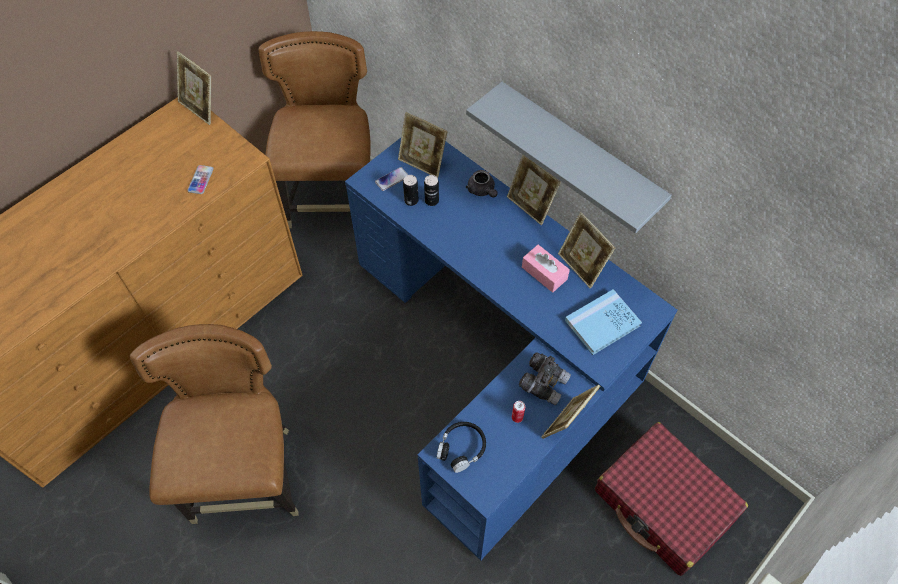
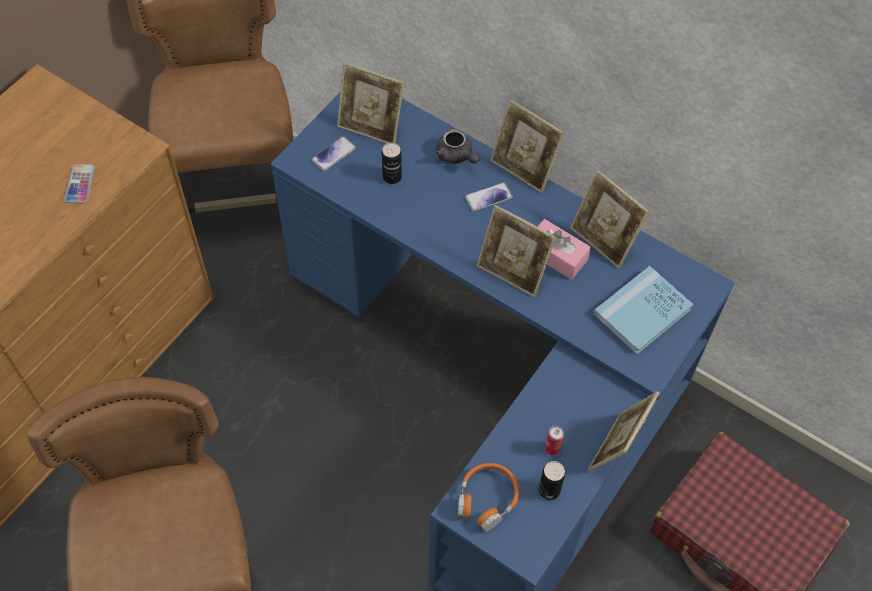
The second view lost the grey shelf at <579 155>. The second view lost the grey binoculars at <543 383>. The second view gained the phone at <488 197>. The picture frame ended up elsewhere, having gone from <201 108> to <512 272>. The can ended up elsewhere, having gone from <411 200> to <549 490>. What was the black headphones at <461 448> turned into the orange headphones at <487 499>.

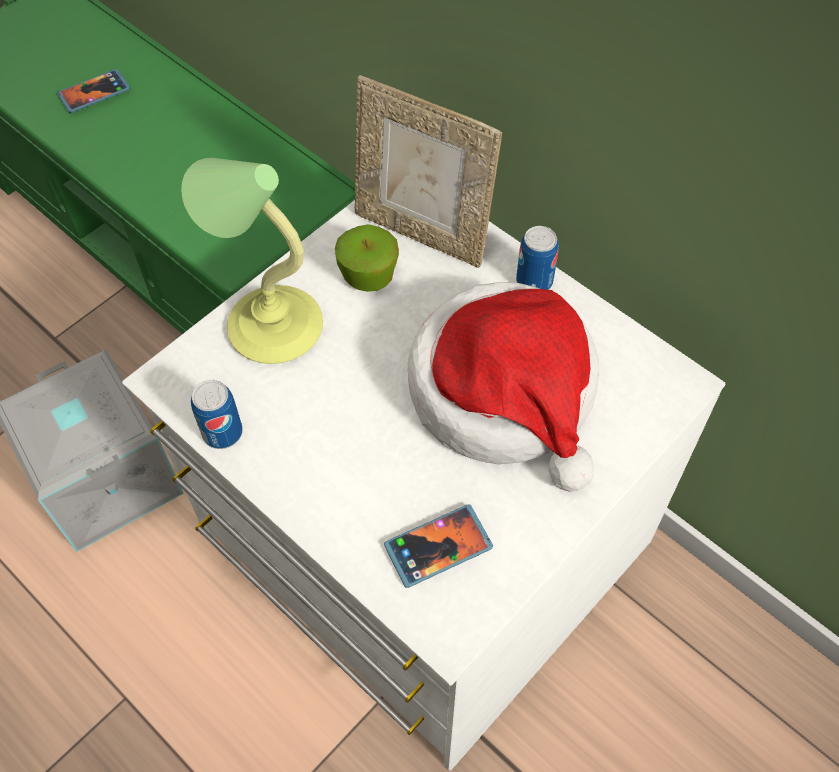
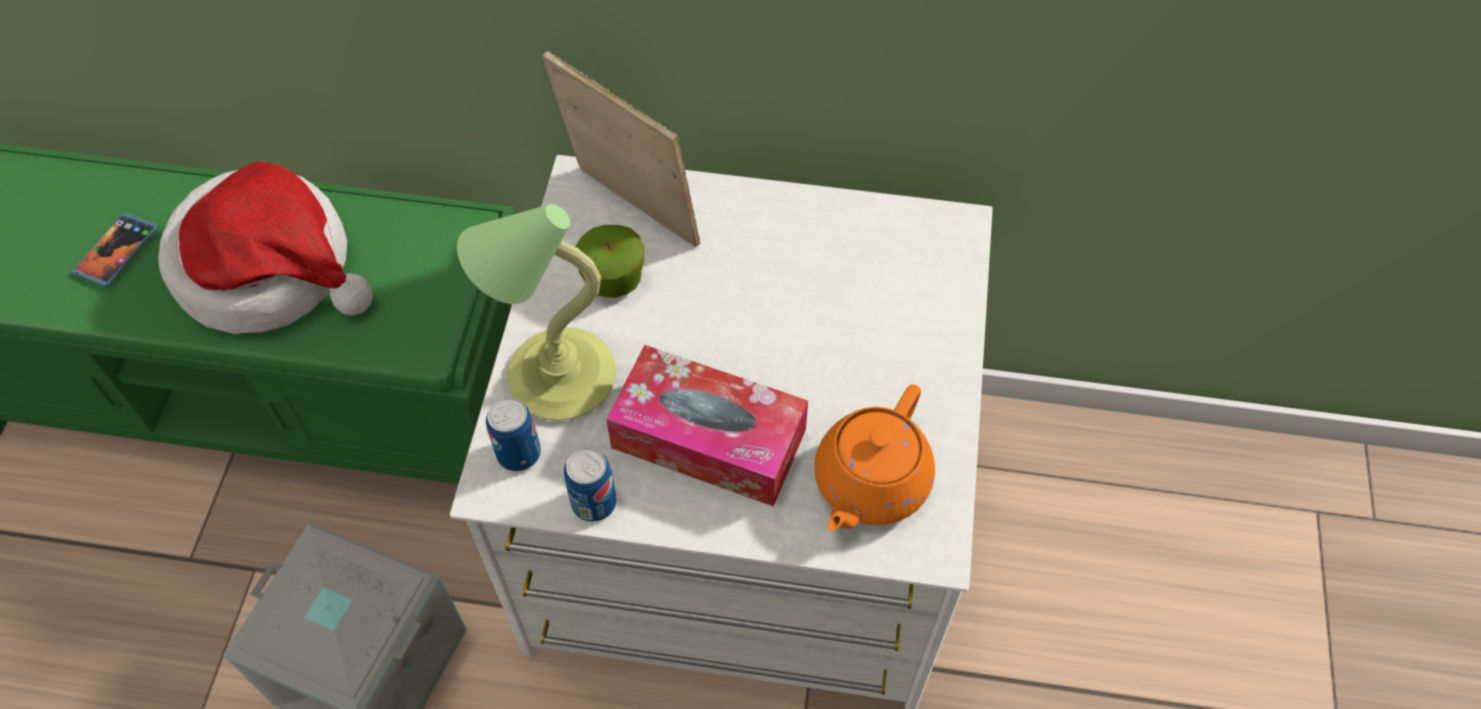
The second view gained the tissue box at <708 439>. The hat ended up elsewhere, having gone from <506 394> to <270 269>. The can ended up elsewhere, having gone from <534 281> to <519 453>. Where the phone stood at <438 547>, the orange teapot came to stand at <870 483>. The picture frame at <422 232> ended up facing another way, 135 degrees counterclockwise from before.

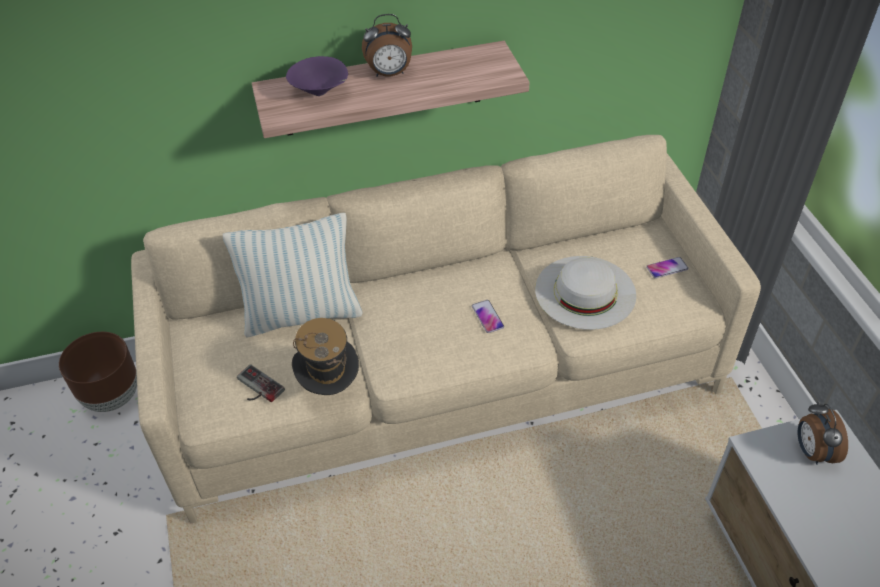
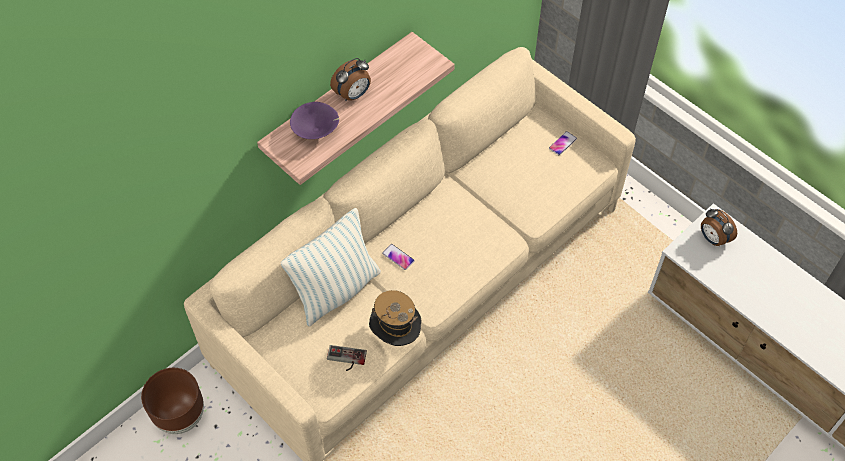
The second view lost the white hat at <585 292>. The phone ended up elsewhere, having gone from <487 317> to <398 257>.

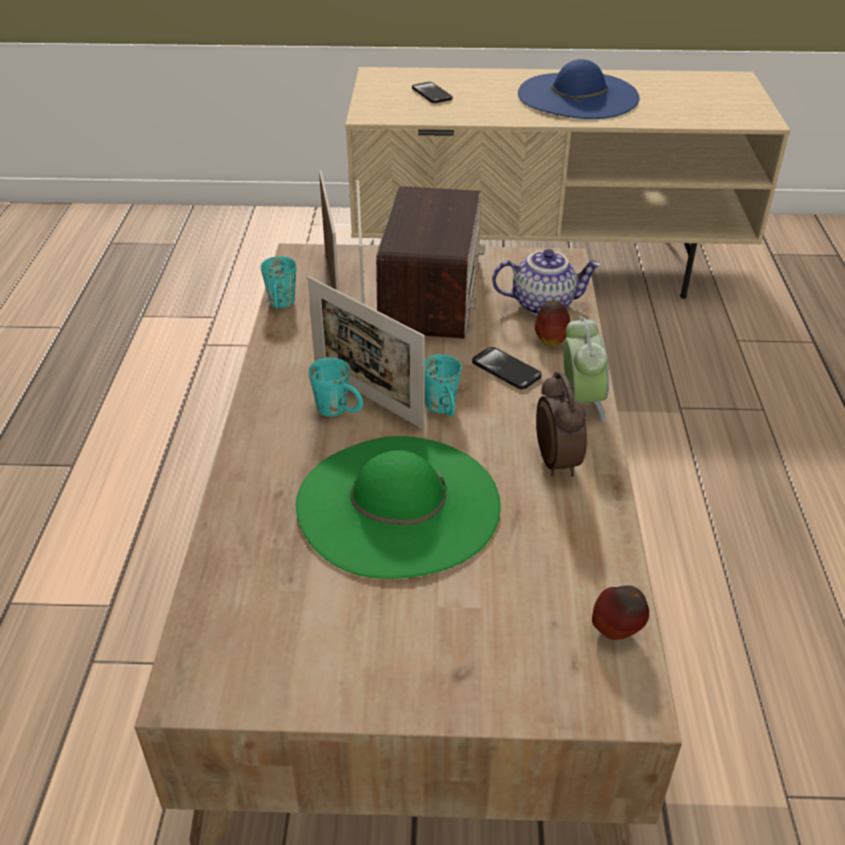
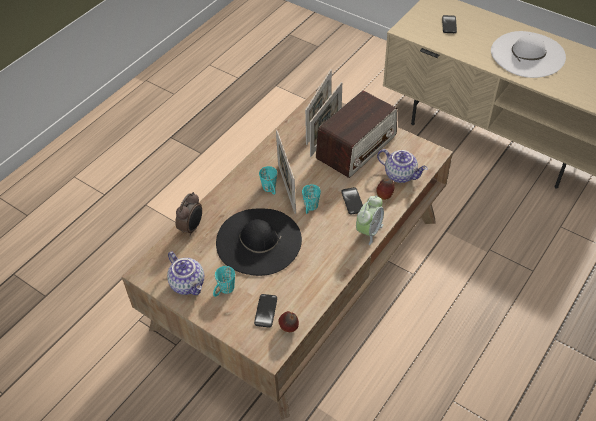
The second view gained the teapot at <188 284>. The second view gained the phone at <266 311>. The turquoise mug ended up elsewhere, having gone from <281 306> to <224 291>. The alarm clock ended up elsewhere, having gone from <558 462> to <192 227>. What was the green hat at <398 504> turned into the black hat at <258 241>. What was the blue hat at <578 96> turned into the white hat at <527 54>.

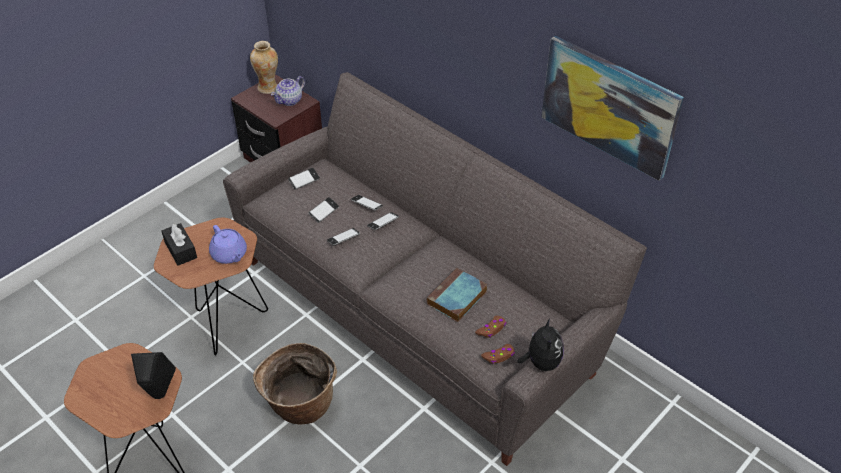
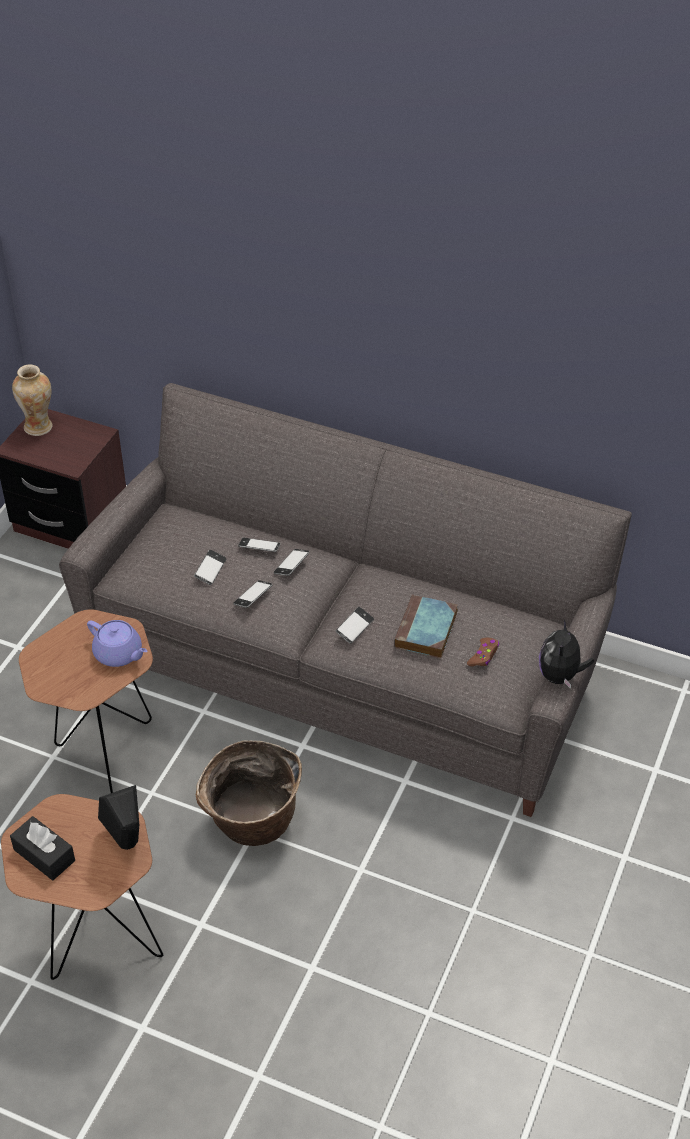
The second view lost the teapot at <290 100>. The second view lost the brown game controller at <499 356>. The second view lost the picture at <609 106>. The black tissue box ended up elsewhere, having gone from <180 250> to <44 855>. The phone ended up elsewhere, having gone from <304 180> to <354 628>. The plush toy at <541 362> ended up facing another way, 150 degrees counterclockwise from before.

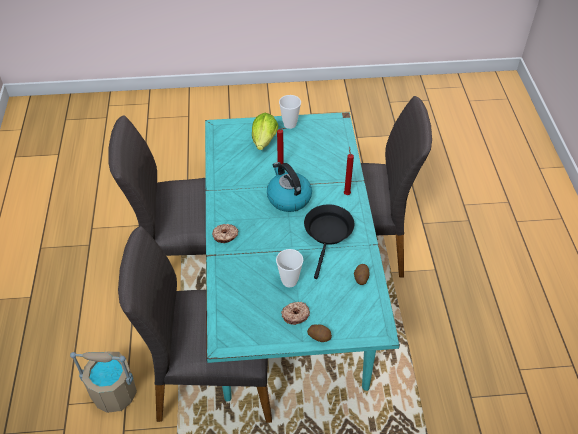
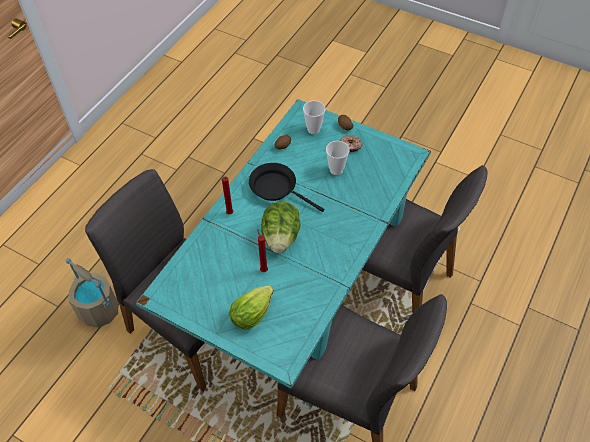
The second view lost the donut at <225 236>. The beige bucket ended up elsewhere, having gone from <114 393> to <99 310>. The cup ended up elsewhere, having gone from <290 124> to <313 129>. Where the kettle stood at <288 198>, the lettuce came to stand at <281 237>. The black frying pan at <328 234> ended up facing another way, 75 degrees clockwise from before.

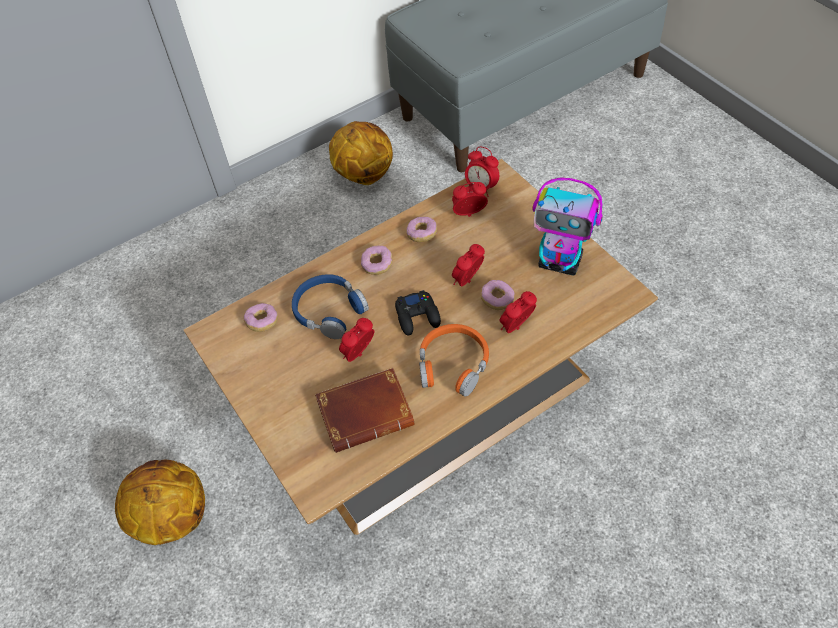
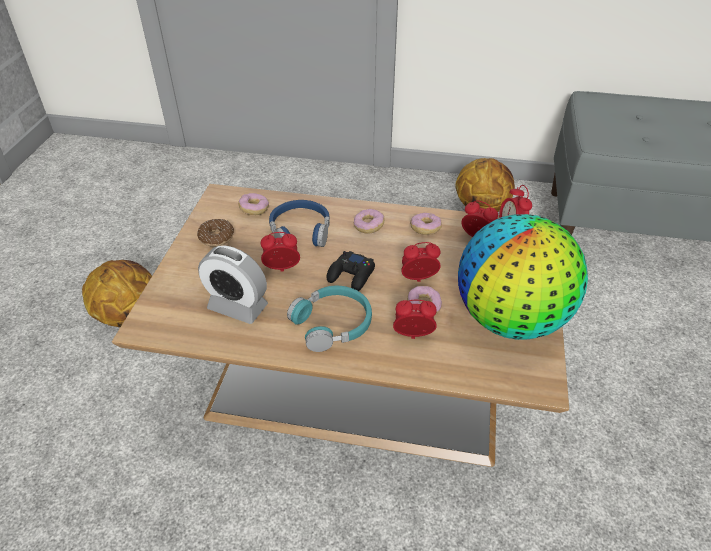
The second view gained the donut at <216 237>. Where the brown book stood at <367 412>, the alarm clock came to stand at <237 307>. Where the toy robot stood at <561 262>, the globe came to stand at <511 319>. What was the orange headphones at <453 364> turned into the turquoise headphones at <332 324>.

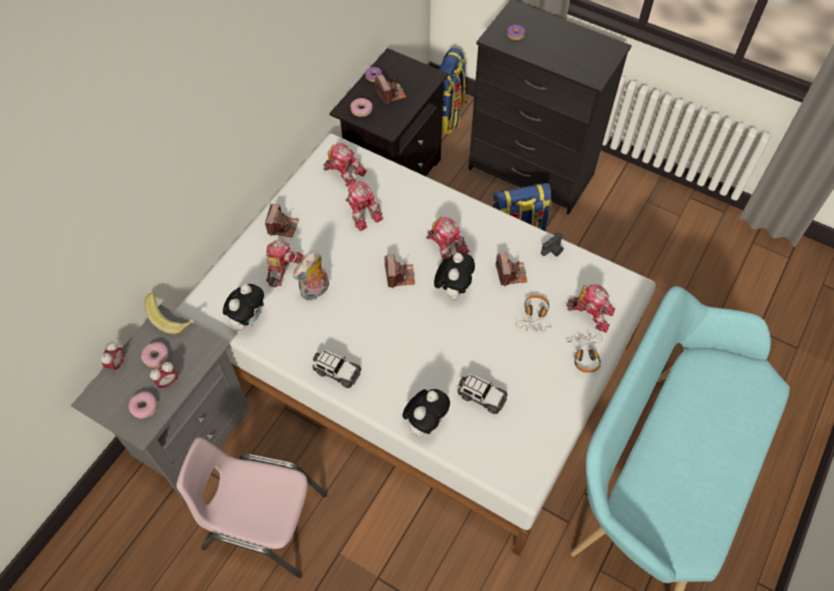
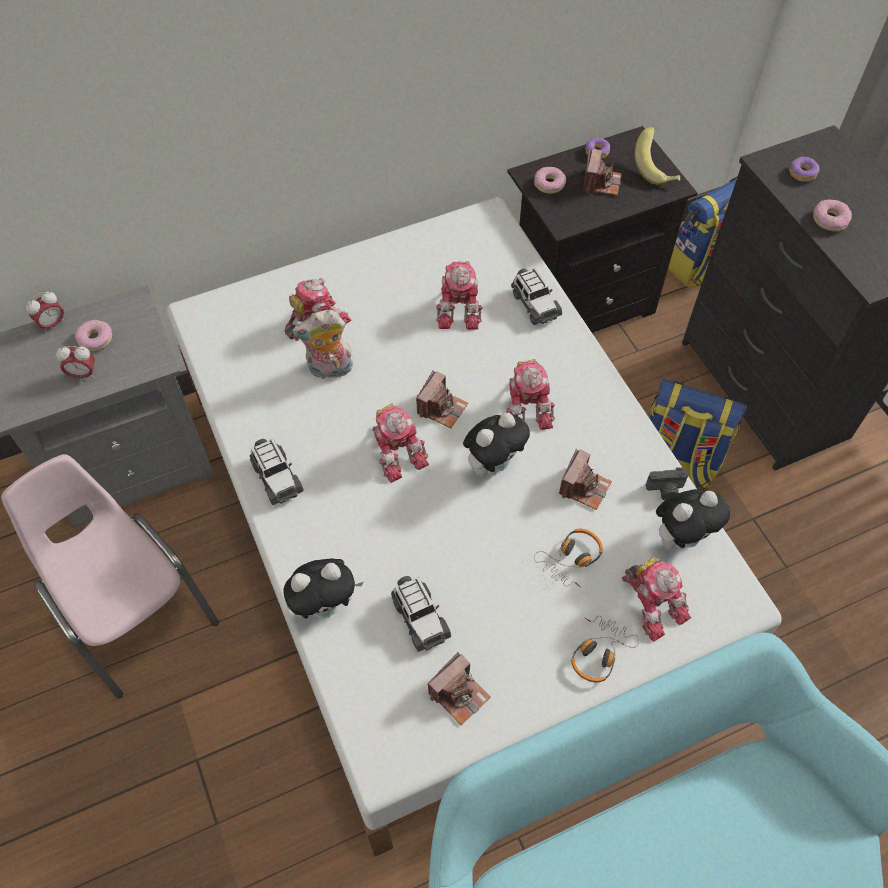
The second view gained the toy car at <534 304>. The donut ended up elsewhere, having gone from <144 407> to <830 220>. The banana ended up elsewhere, having gone from <172 319> to <656 169>. The plush toy ended up elsewhere, having gone from <248 320> to <681 537>. The photo camera ended up elsewhere, having gone from <282 226> to <459 694>. The toy robot ended up elsewhere, having gone from <344 173> to <397 450>.

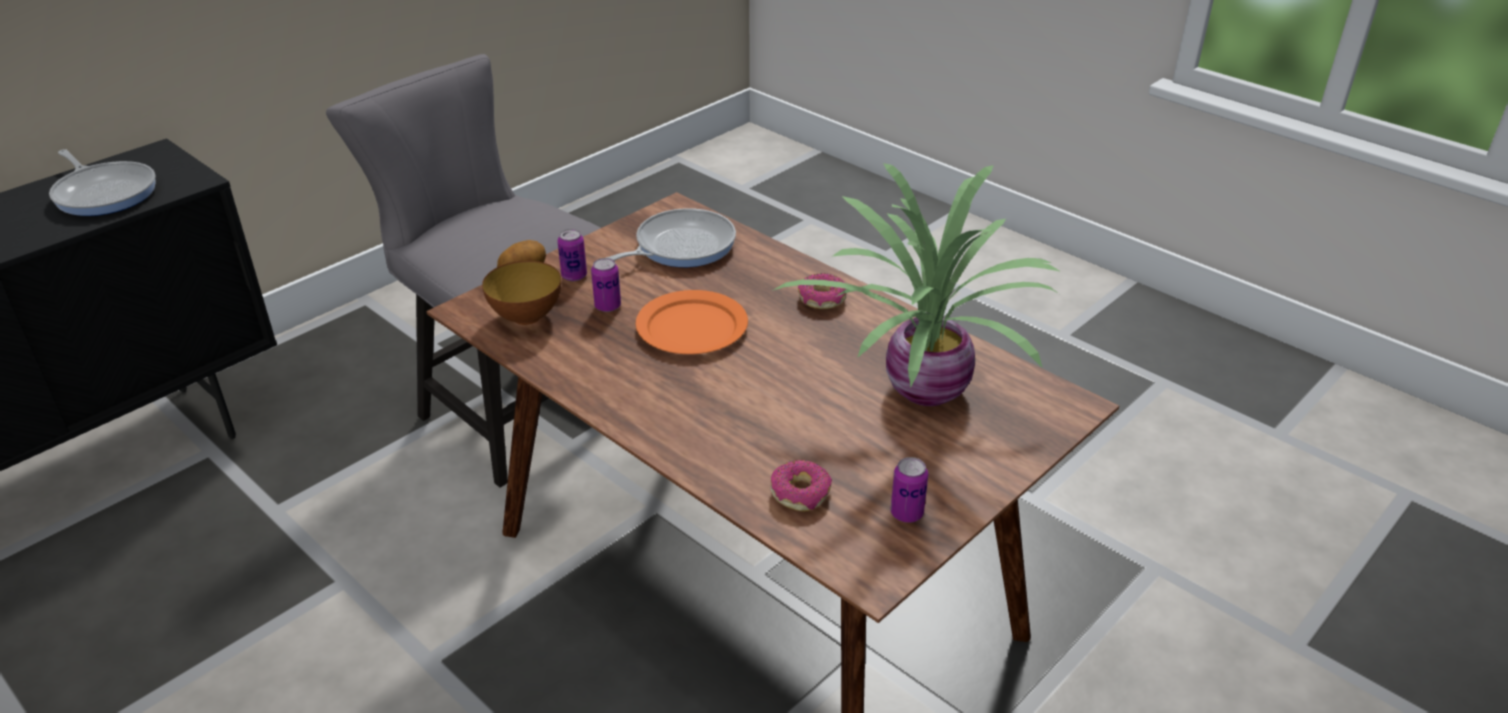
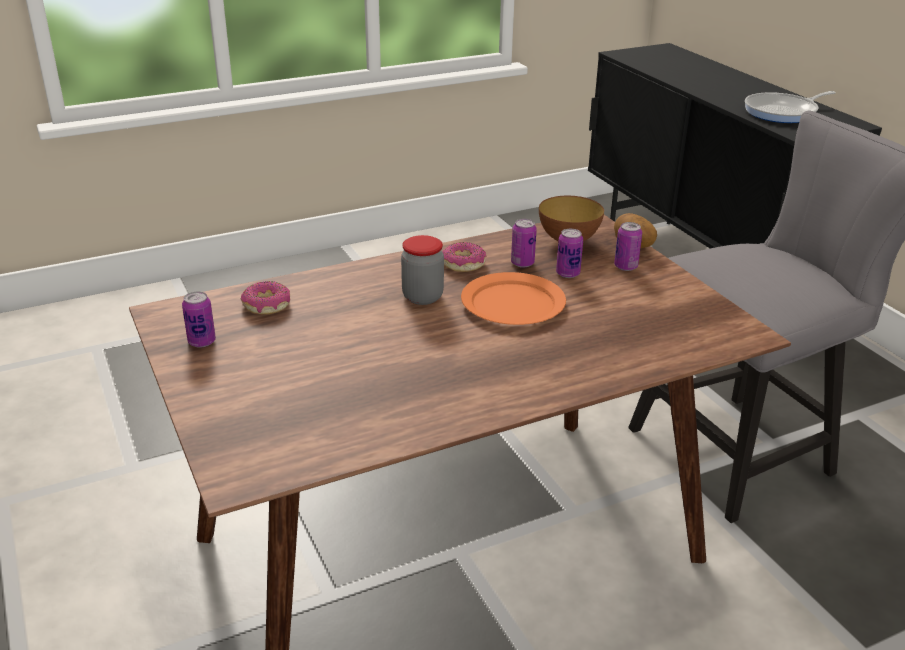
The second view lost the frying pan at <680 246>. The second view lost the potted plant at <922 388>. The second view gained the jar at <422 297>. The second view gained the can at <522 263>. The donut ended up elsewhere, having gone from <821 299> to <463 264>.

